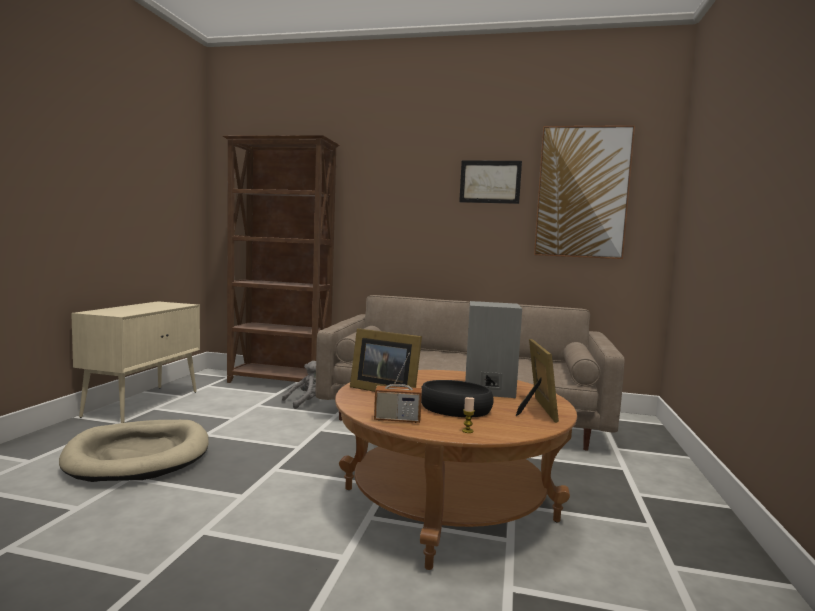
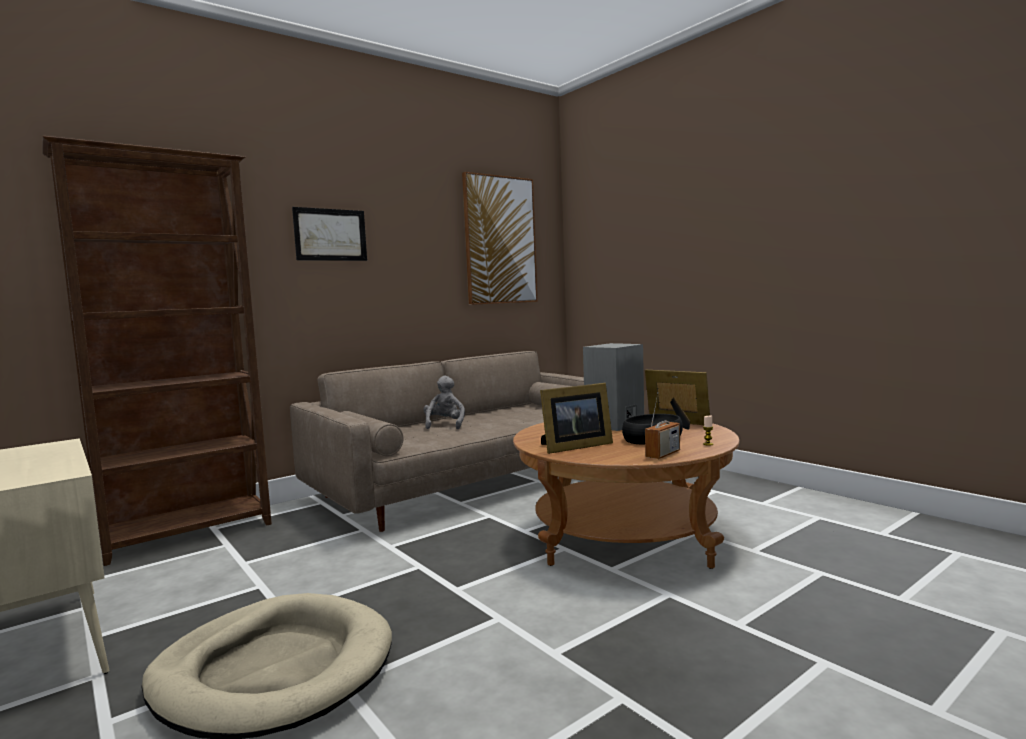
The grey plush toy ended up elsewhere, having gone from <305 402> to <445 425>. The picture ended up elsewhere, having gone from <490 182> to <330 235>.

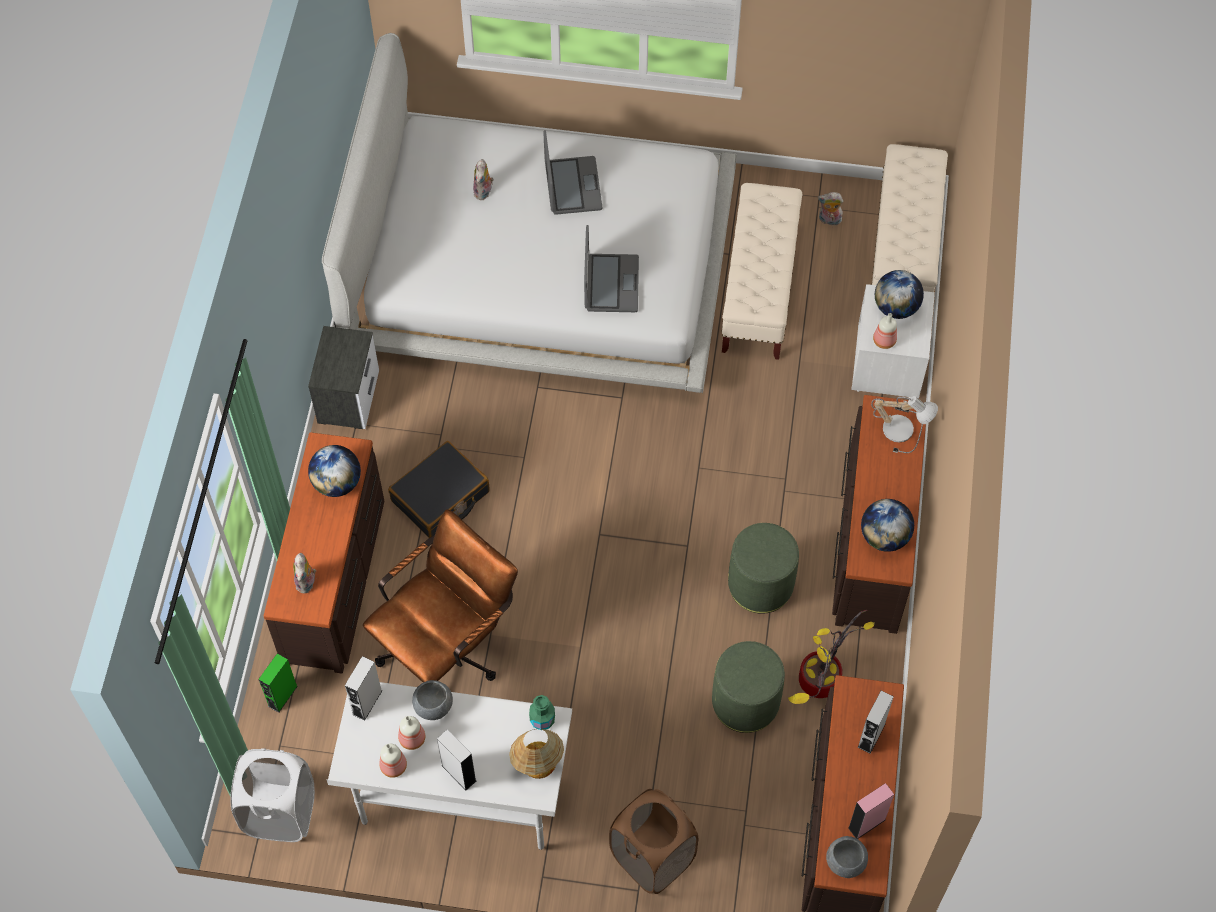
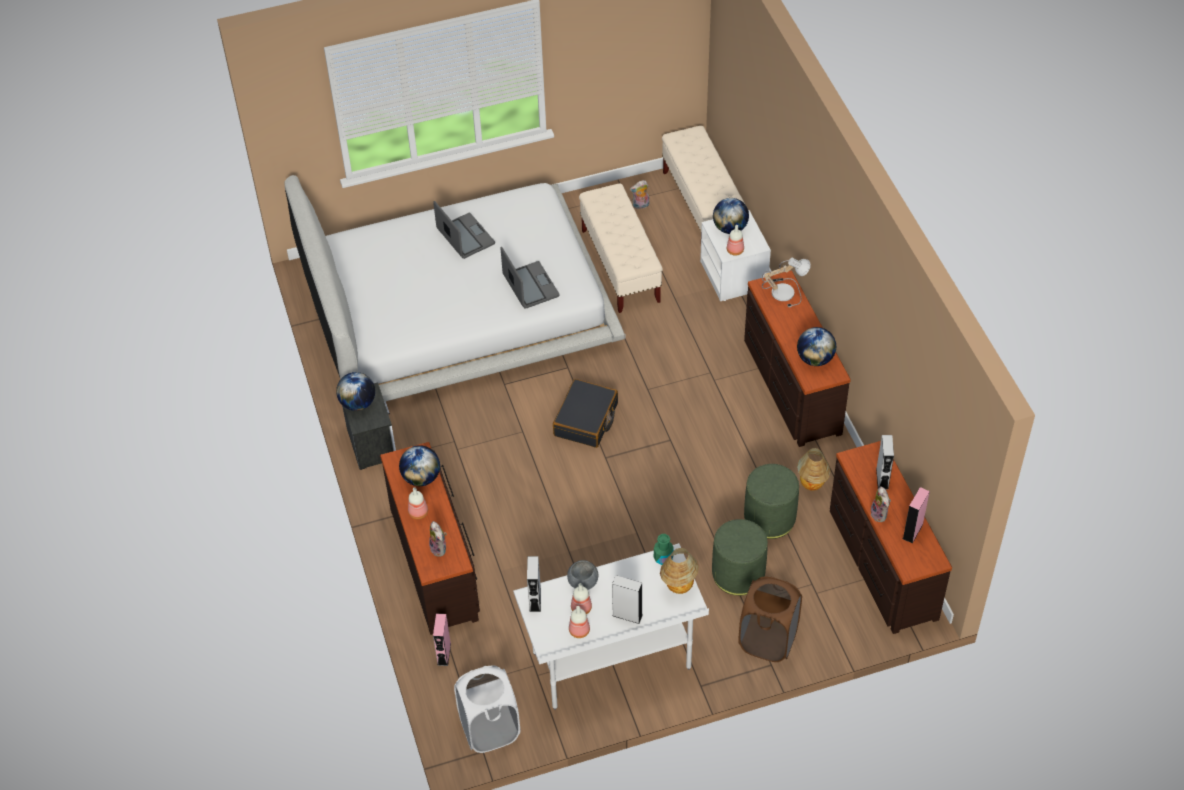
The second view lost the brown office chair at <448 647>. The second view lost the grey bowl at <845 862>. The second view gained the globe at <358 403>. The second view gained the bottle at <418 512>. The black suitcase ended up elsewhere, having gone from <440 497> to <586 420>. The plush toy ended up elsewhere, having gone from <484 192> to <880 514>. The green ottoman ended up elsewhere, having gone from <760 584> to <738 574>. Where the potted plant stood at <820 683>, the table lamp came to stand at <811 486>. What was the green speaker at <282 696> turned into the pink speaker at <444 654>.

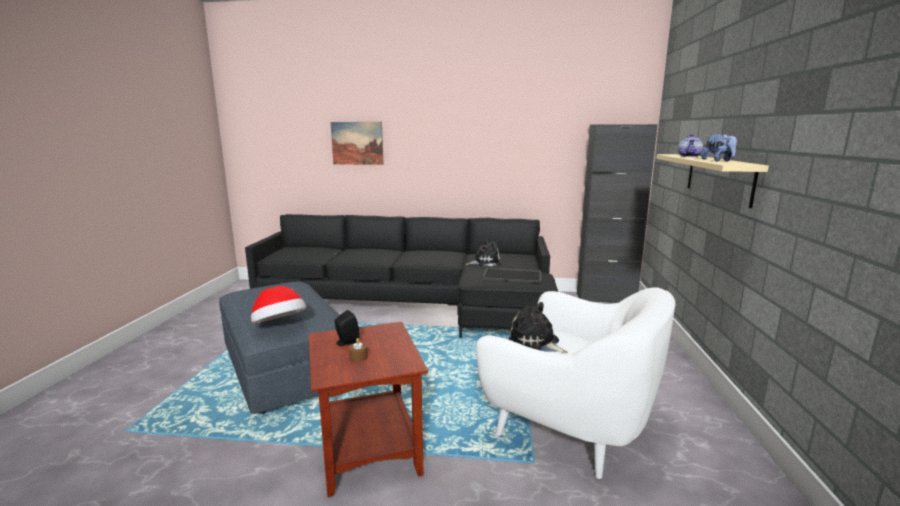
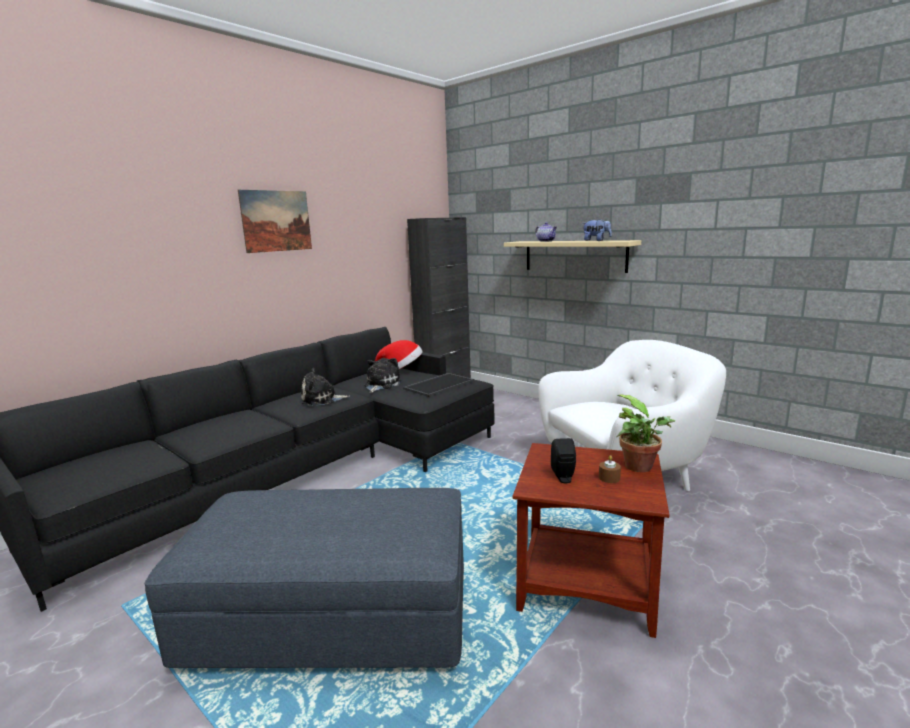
The second view gained the potted plant at <642 467>. The hat ended up elsewhere, having gone from <279 326> to <401 371>. The picture ended up elsewhere, having gone from <357 143> to <276 221>. The plush toy ended up elsewhere, having gone from <536 342> to <322 399>.

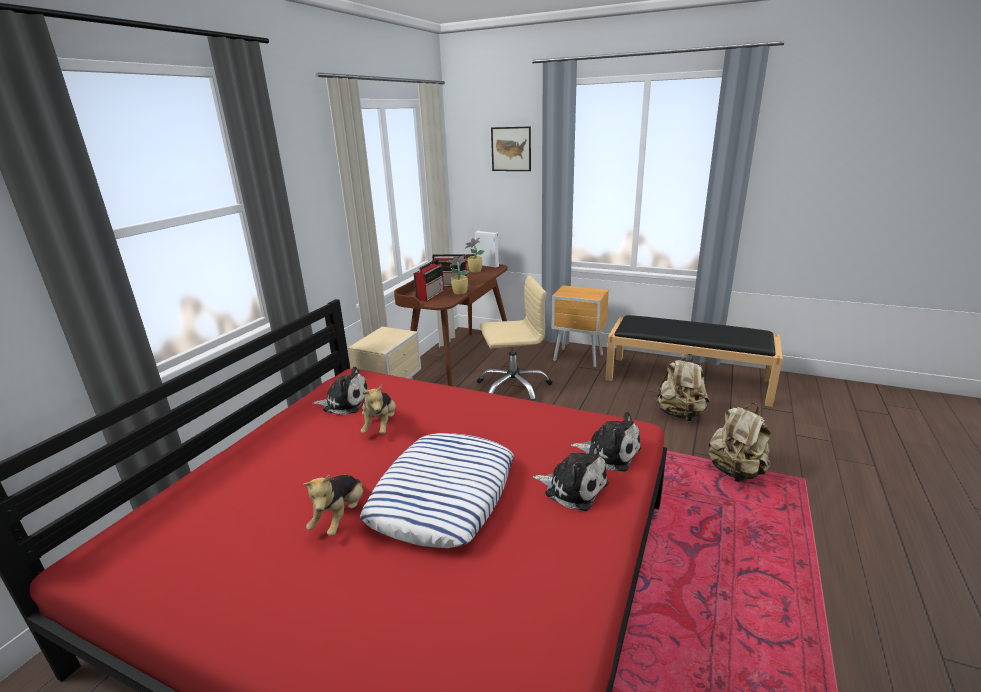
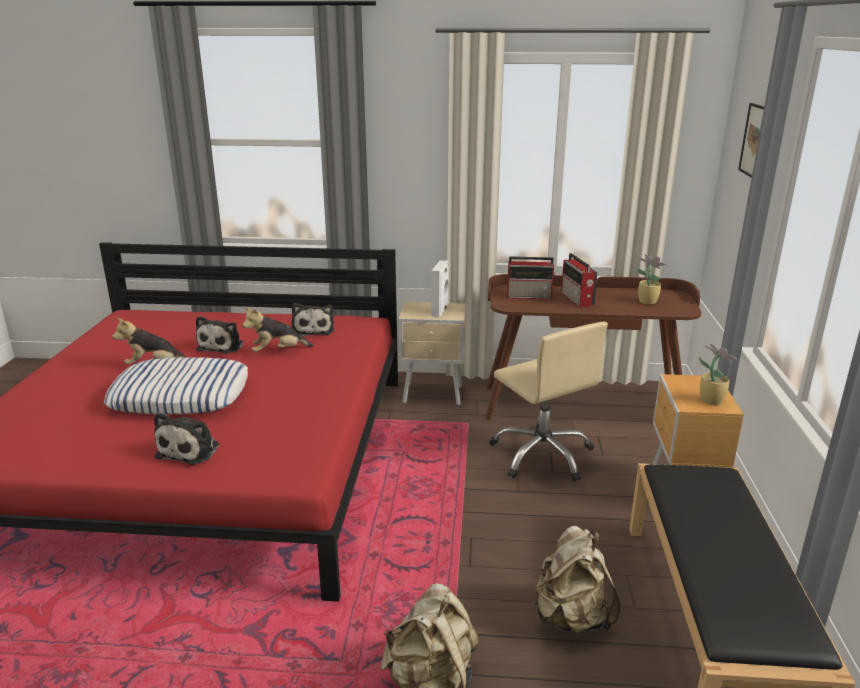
The potted plant ended up elsewhere, having gone from <459 292> to <710 399>. The white speaker ended up elsewhere, having gone from <488 265> to <440 311>. The plush toy ended up elsewhere, having gone from <609 453> to <222 346>.

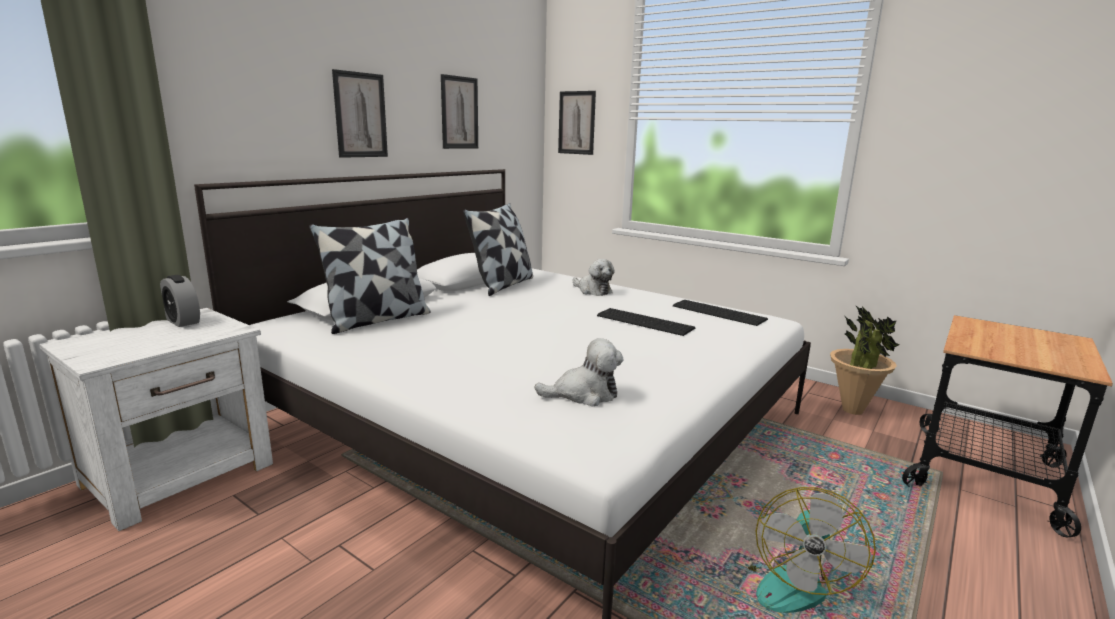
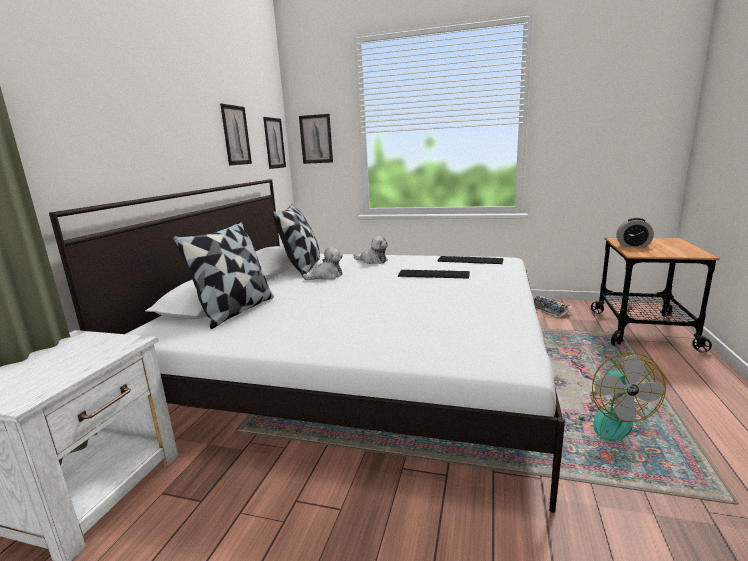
The alarm clock ended up elsewhere, having gone from <182 321> to <633 246>. The picture ended up elsewhere, having gone from <360 115> to <274 143>. The plush toy ended up elsewhere, having gone from <584 394> to <326 276>. Where the potted plant stood at <853 410>, the keyboard came to stand at <550 310>.

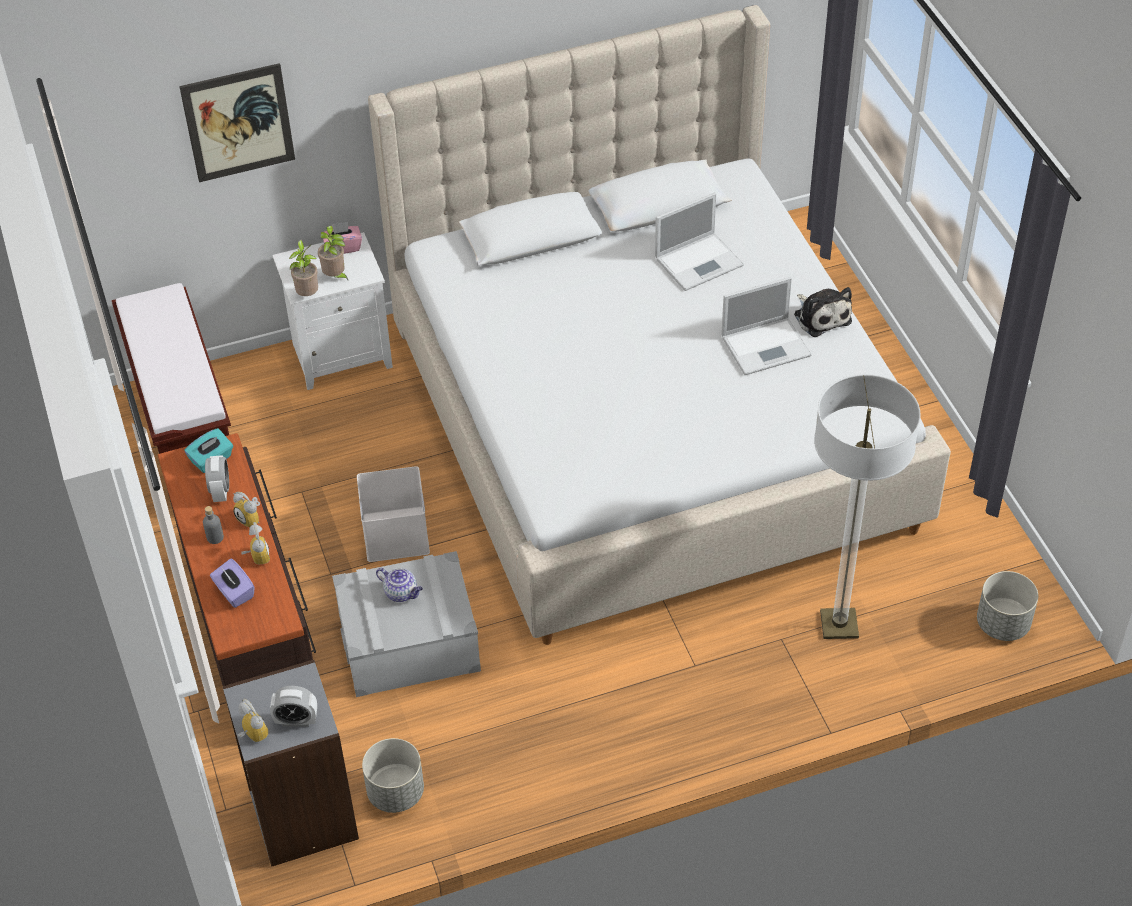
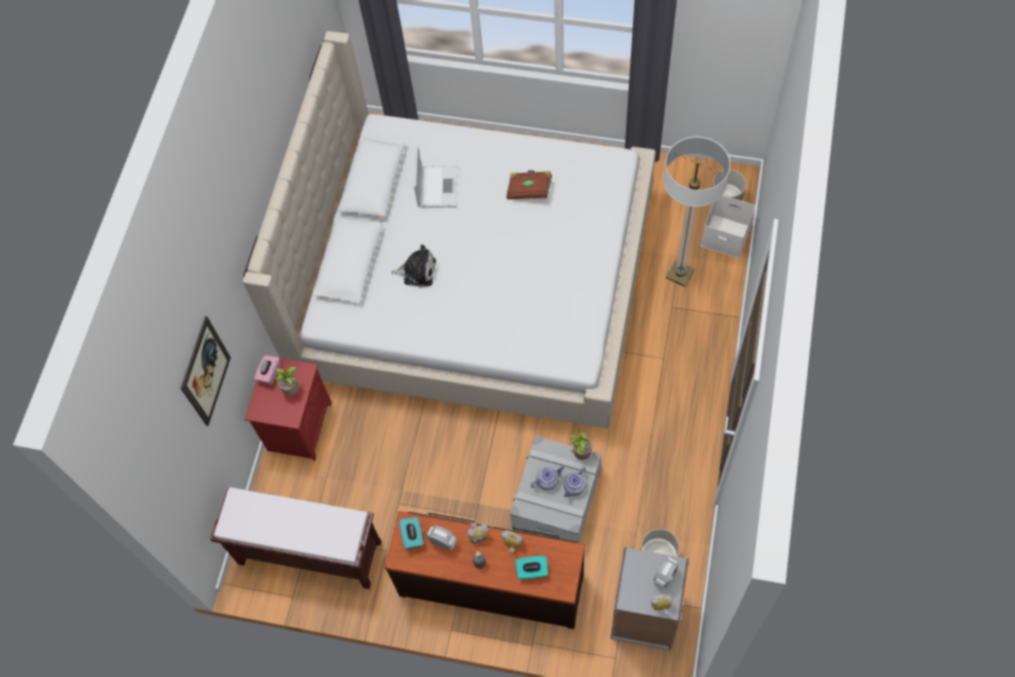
The second view gained the teapot at <574 487>. The potted plant ended up elsewhere, having gone from <308 294> to <581 454>. The white storage box ended up elsewhere, having gone from <394 533> to <724 237>. The plush toy ended up elsewhere, having gone from <821 316> to <417 271>. Where the laptop stood at <767 346>, the brown book came to stand at <529 190>. What was the purple tissue box at <234 592> turned into the turquoise tissue box at <532 571>. What was the white nightstand at <342 354> turned into the red nightstand at <298 425>.

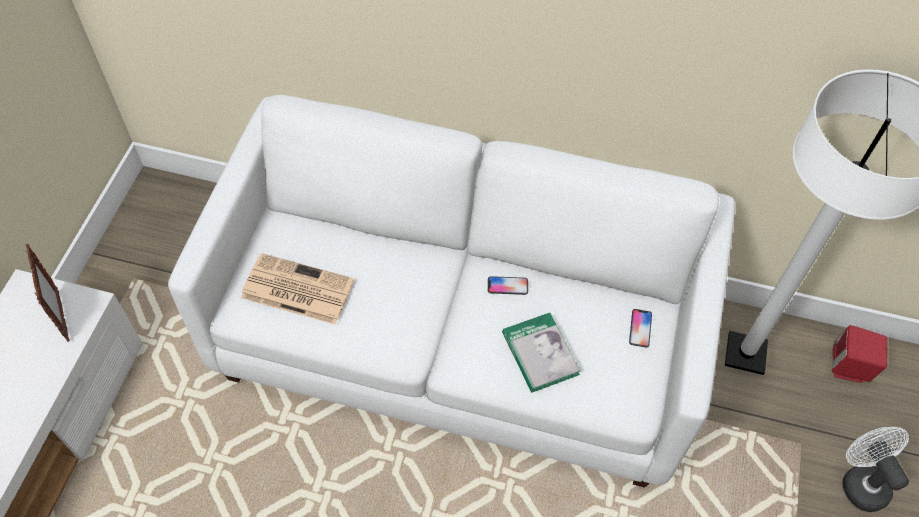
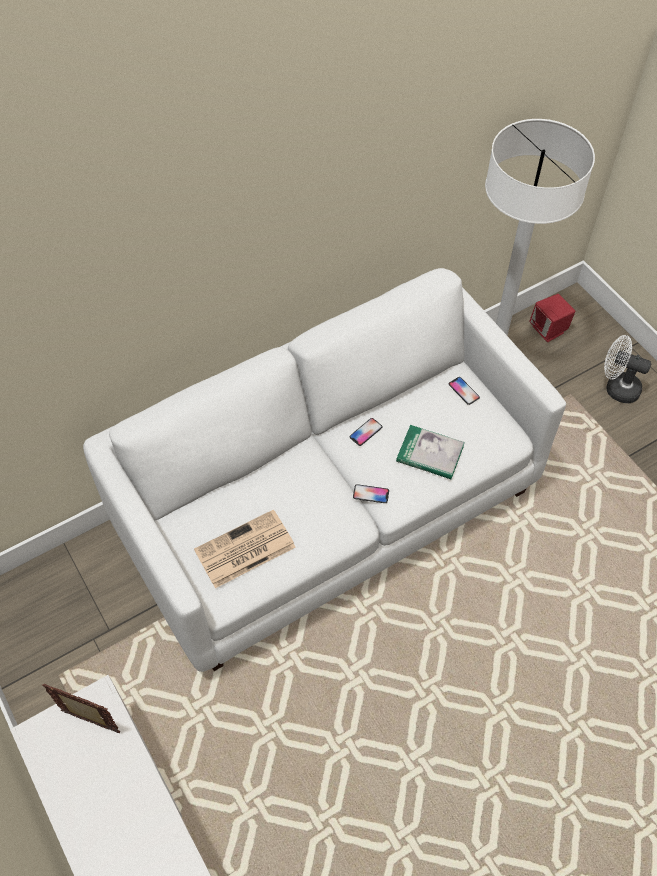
The second view gained the phone at <371 494>.

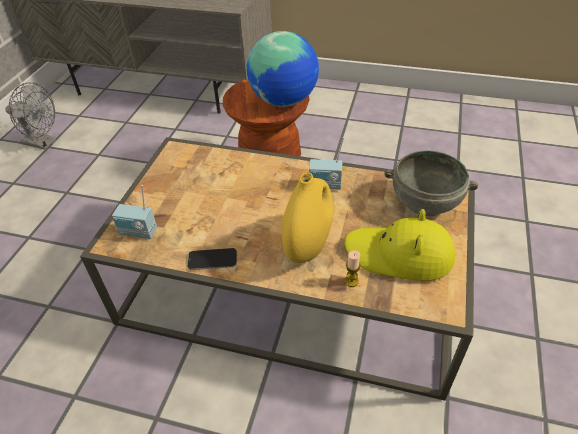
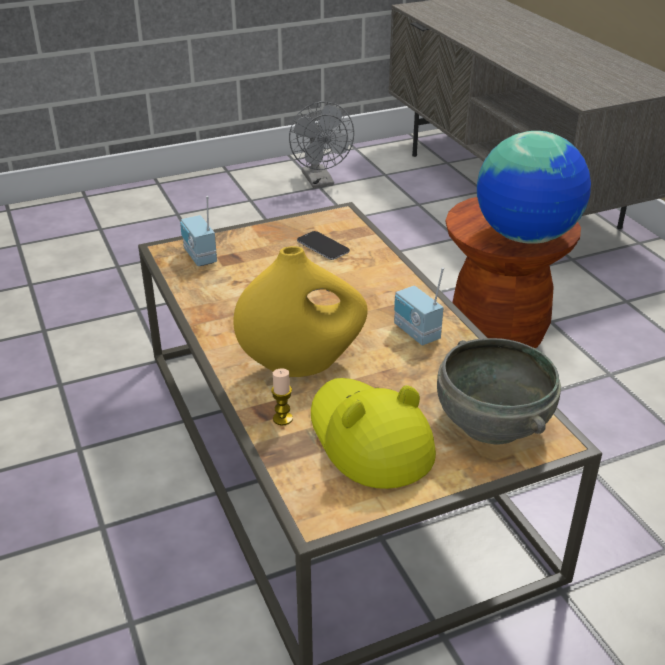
The phone ended up elsewhere, having gone from <212 260> to <323 246>.

